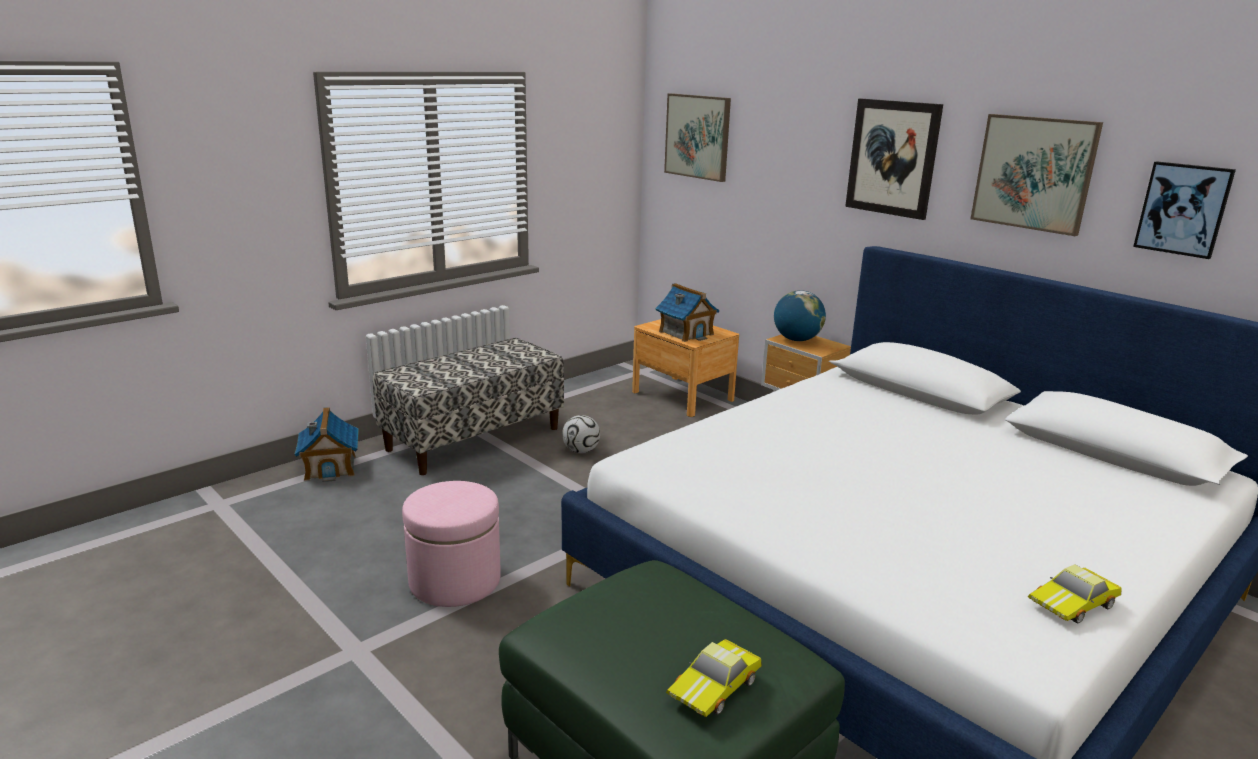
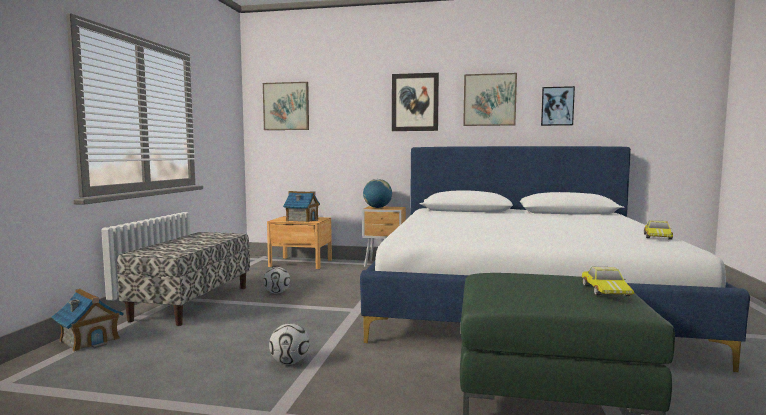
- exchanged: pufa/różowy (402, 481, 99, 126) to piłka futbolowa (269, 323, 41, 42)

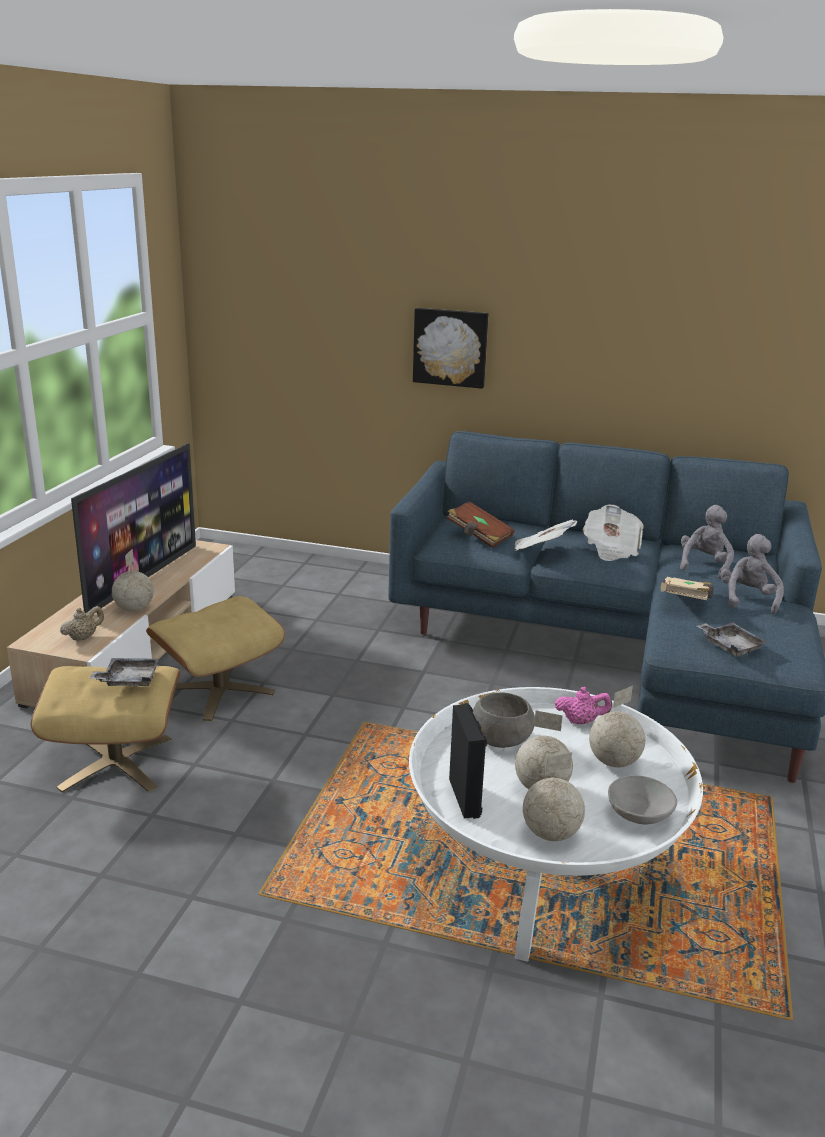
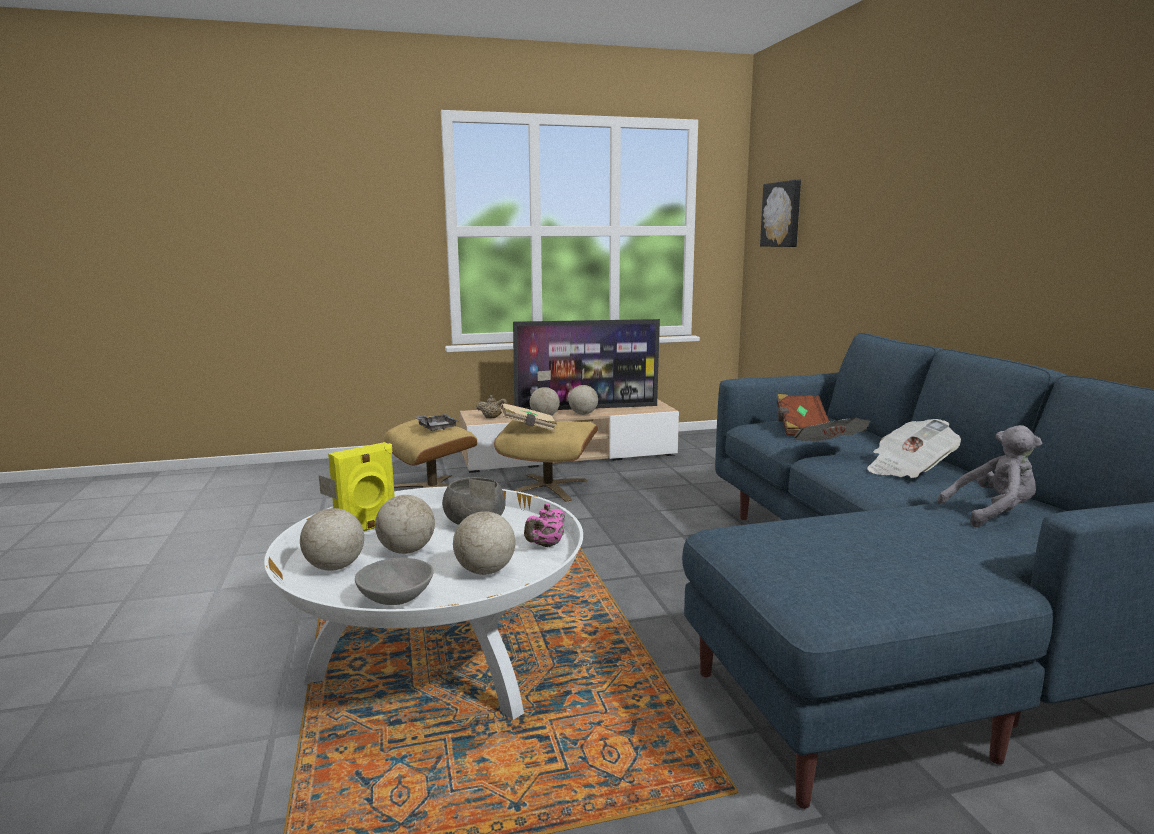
- relocated: obraz (413, 308, 75, 81) to (760, 180, 41, 67)
- colour: głośnik/czarny (449, 703, 38, 116) to głośnik/żółty (328, 442, 67, 89)
- spun: imbryk/różowy (555, 687, 57, 37) = (524, 504, 41, 43) 60 degrees clockwise
- relocated: książka/beżowy (660, 577, 54, 23) to (501, 403, 56, 28)
- missing: taca/szary (697, 622, 70, 35)
- missing: pluszak/szary (720, 534, 64, 80)
- appeared: globus (569, 369, 29, 46)

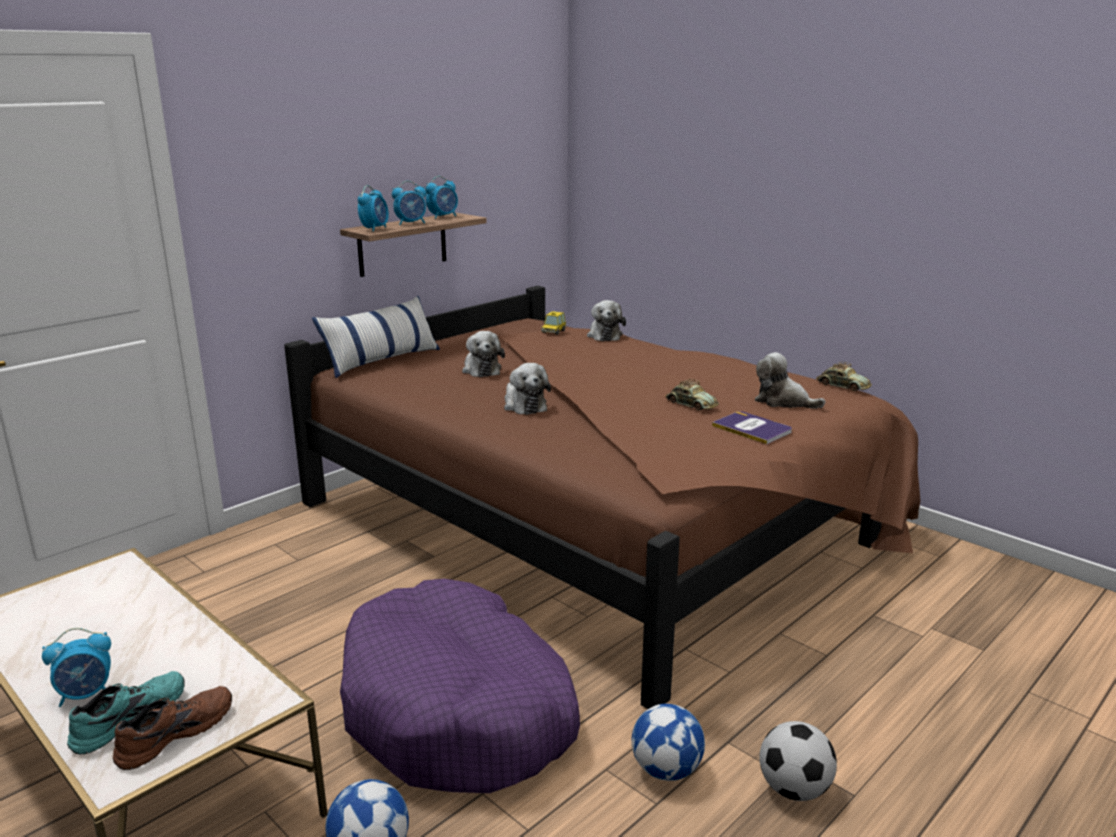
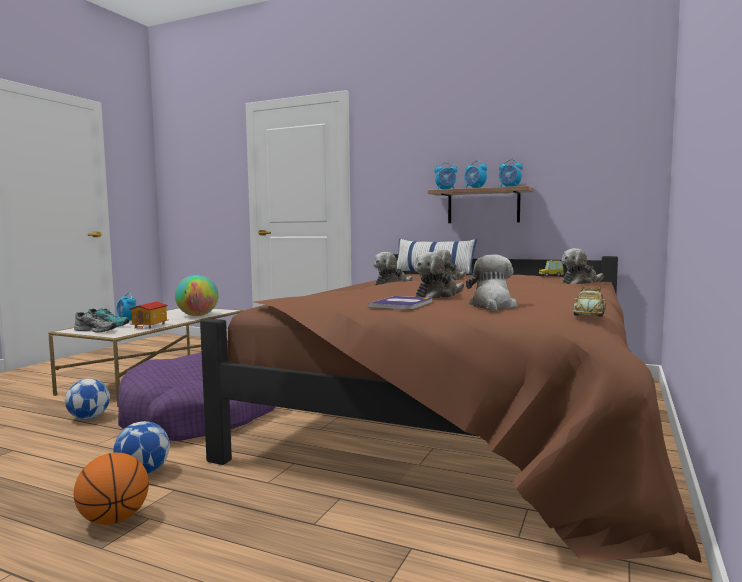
- colour: but/brązowy (113, 686, 119, 84) to but/szary (74, 312, 43, 21)
- exchanged: samochodzik (665, 379, 54, 31) to pluszak (414, 252, 50, 47)
- exchanged: piłka futbolowa (760, 721, 77, 80) to piłka do koszykówki (74, 453, 75, 72)
- appeared: domek (129, 301, 40, 28)
- appeared: globus (175, 275, 43, 41)

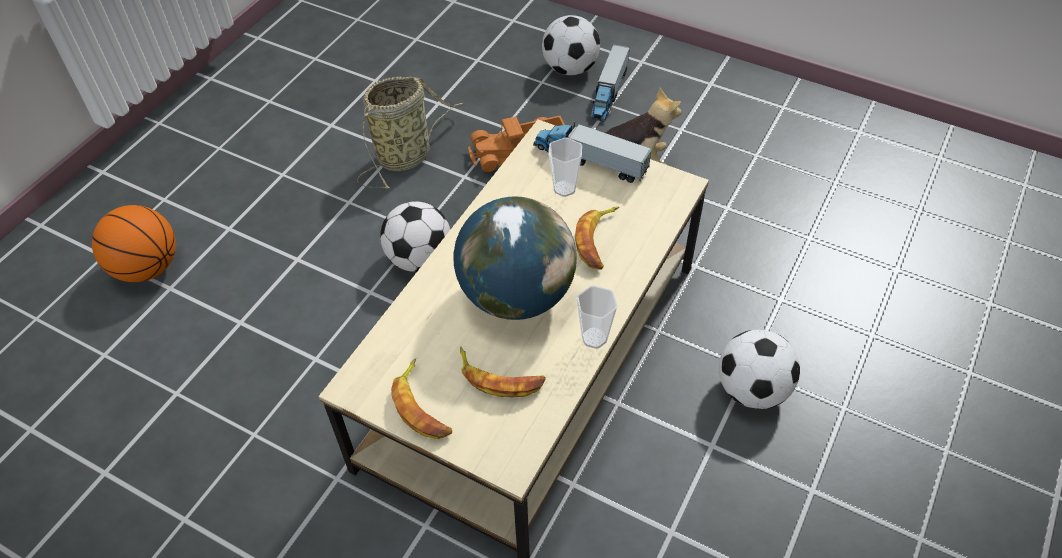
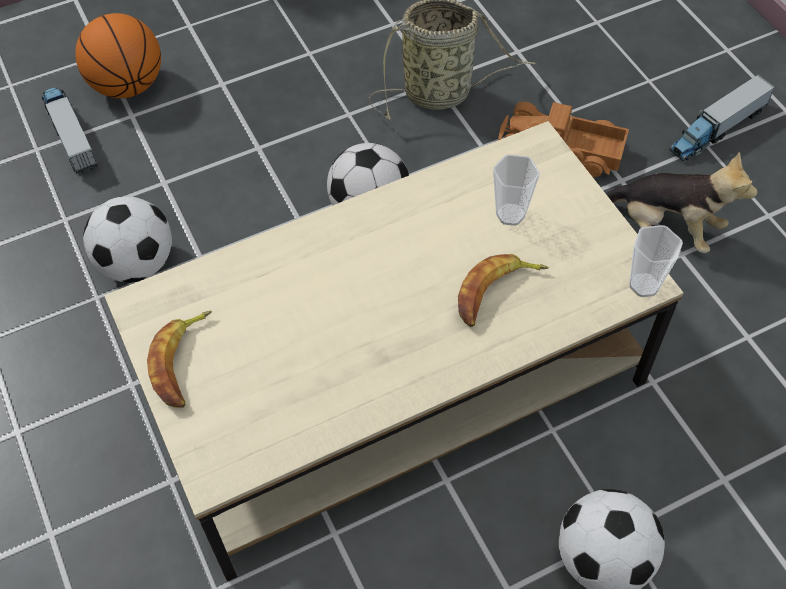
- missing: globus (453, 196, 124, 124)
- missing: banan (460, 347, 86, 51)
- relocated: ciężarówka zabawkowa (533, 121, 119, 62) to (42, 87, 56, 87)
- relocated: piłka futbolowa (542, 15, 58, 60) to (83, 196, 89, 87)
- relocated: filiżanka (576, 285, 42, 64) to (629, 225, 54, 72)

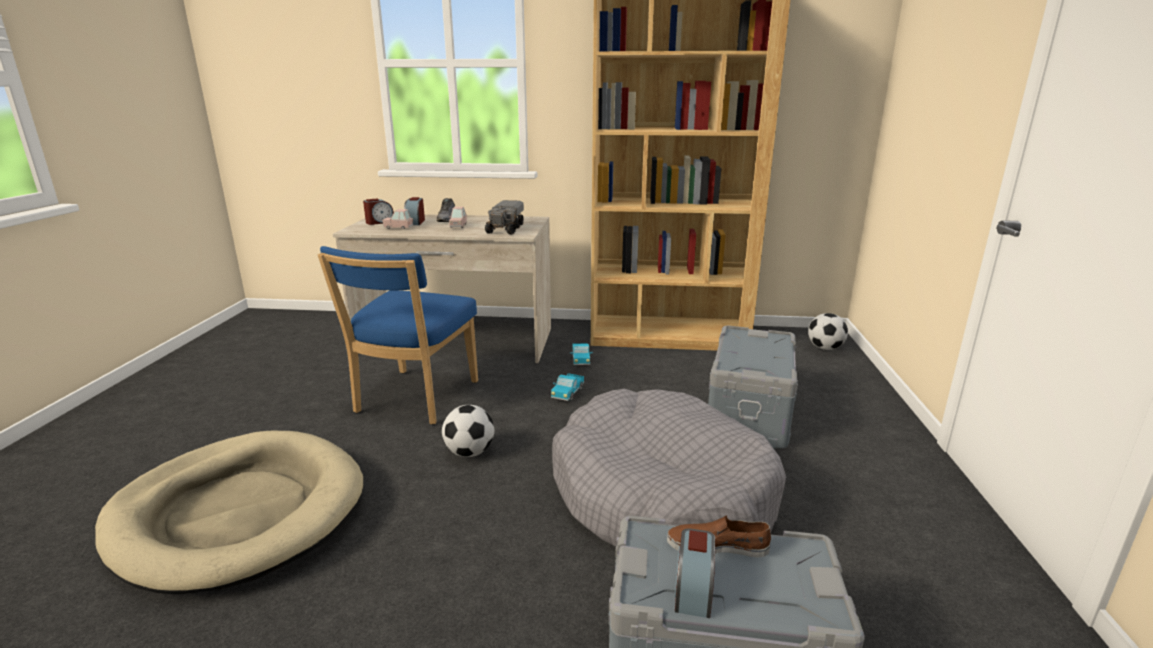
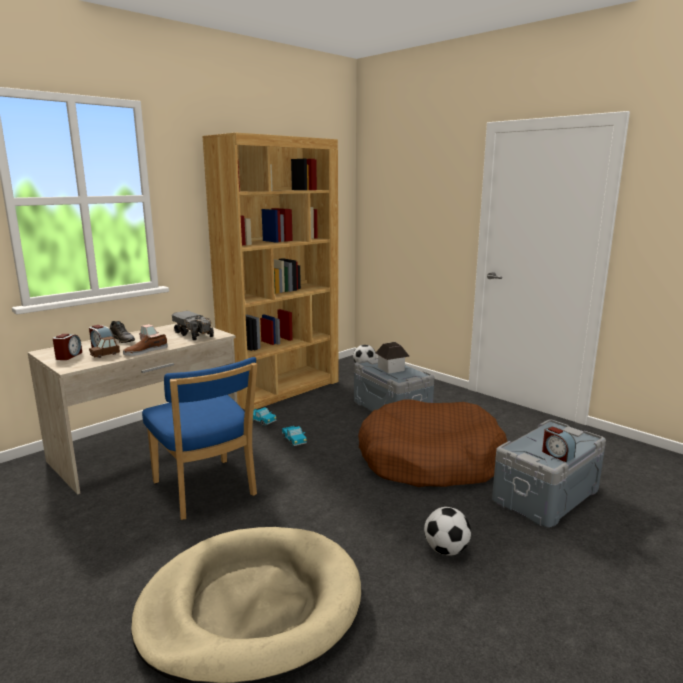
- colour: samochodzik/różowy (382, 209, 31, 20) to samochodzik/brązowy (89, 336, 31, 22)
- relocated: piłka futbolowa (442, 405, 52, 52) to (424, 507, 47, 49)
- colour: legowisko/szary (552, 389, 234, 157) to legowisko/brązowy (358, 400, 149, 87)
- relocated: but/brązowy (667, 516, 104, 41) to (123, 334, 45, 22)
- appeared: domek (375, 342, 34, 32)

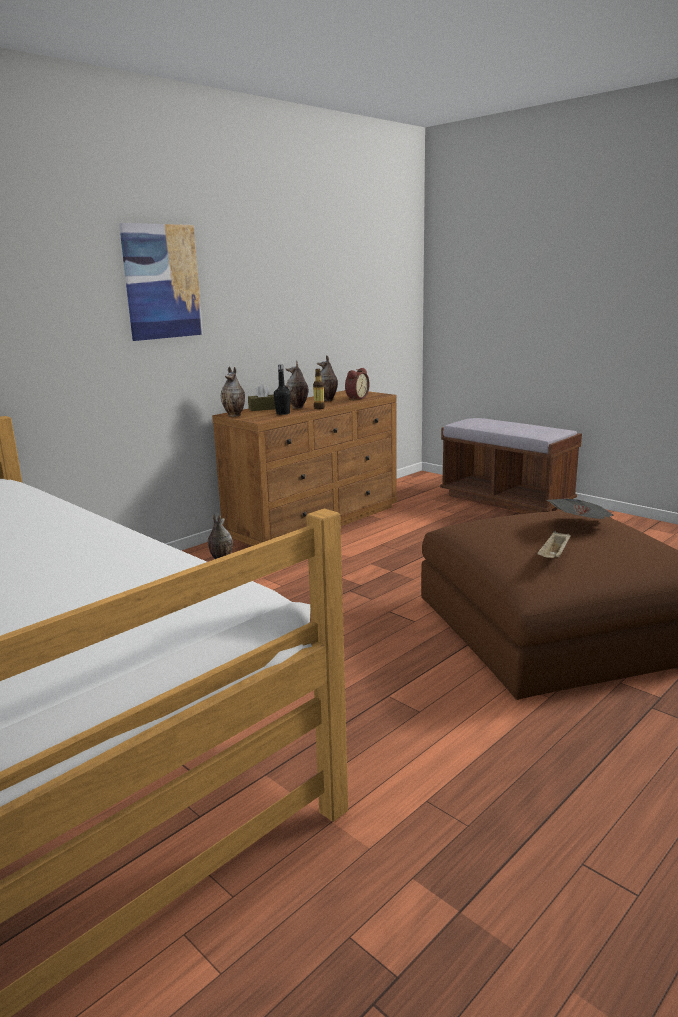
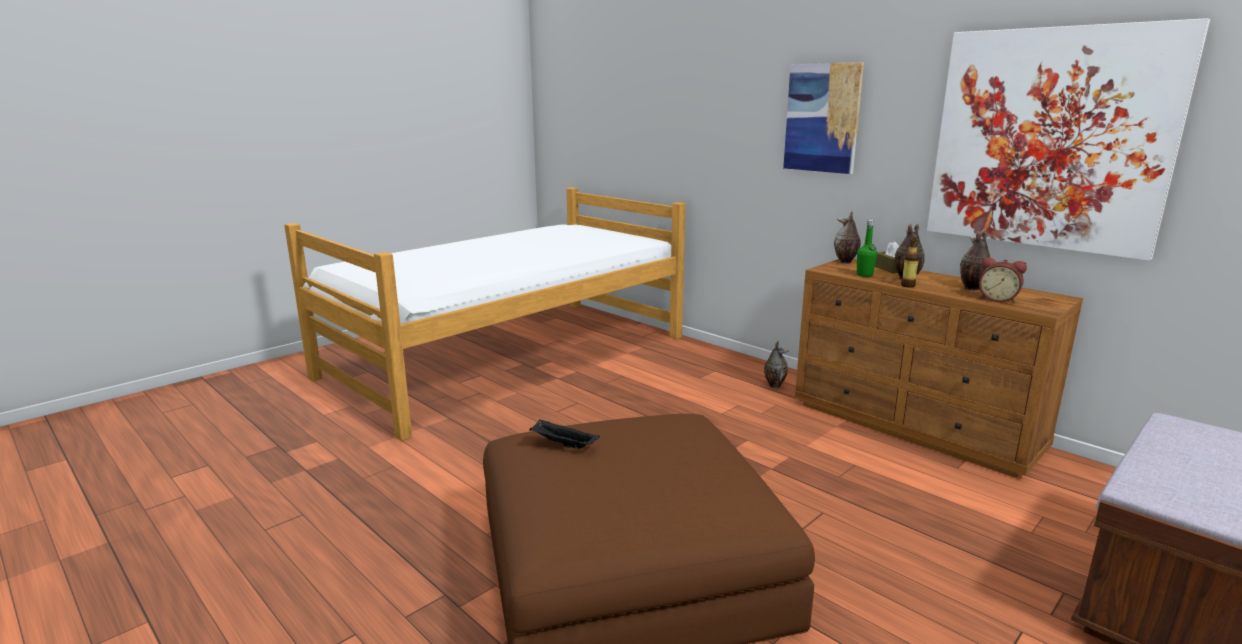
- colour: butelka/czarny (274, 364, 17, 51) to butelka/zielony (857, 220, 20, 57)
- colour: taca/beżowy (537, 531, 34, 27) to taca/czarny (529, 419, 71, 30)
- missing: gazeta (546, 499, 68, 20)
- appeared: obraz (927, 18, 283, 243)

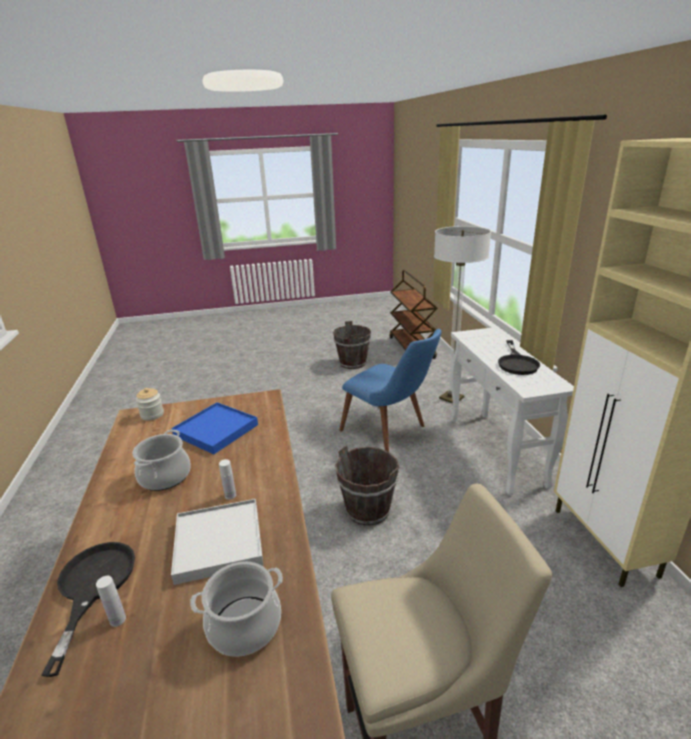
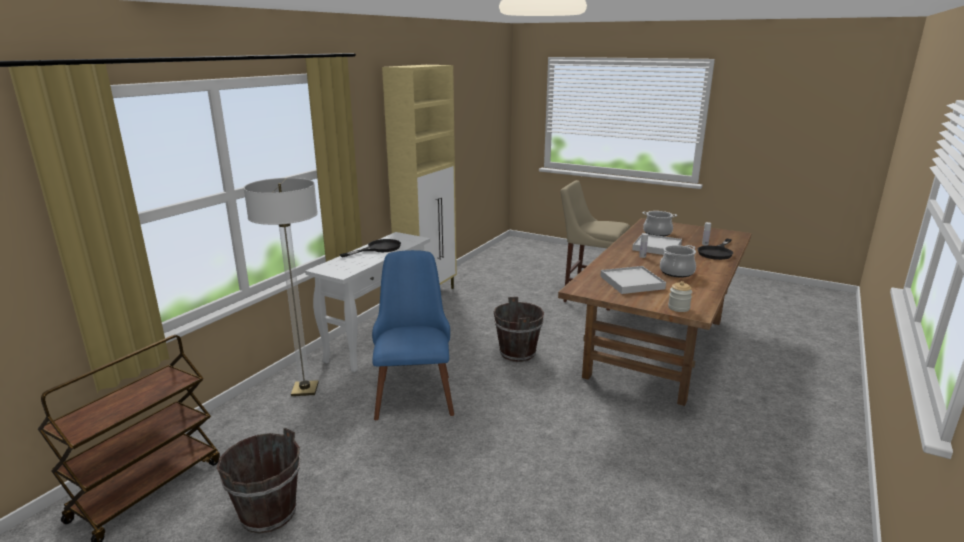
- colour: taca/niebieski (172, 402, 86, 52) to taca/biały (600, 266, 66, 28)

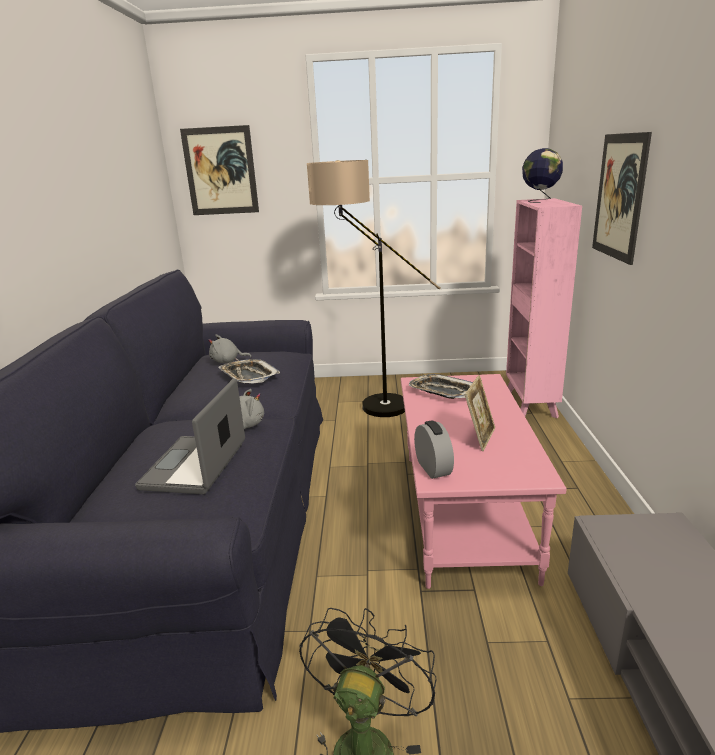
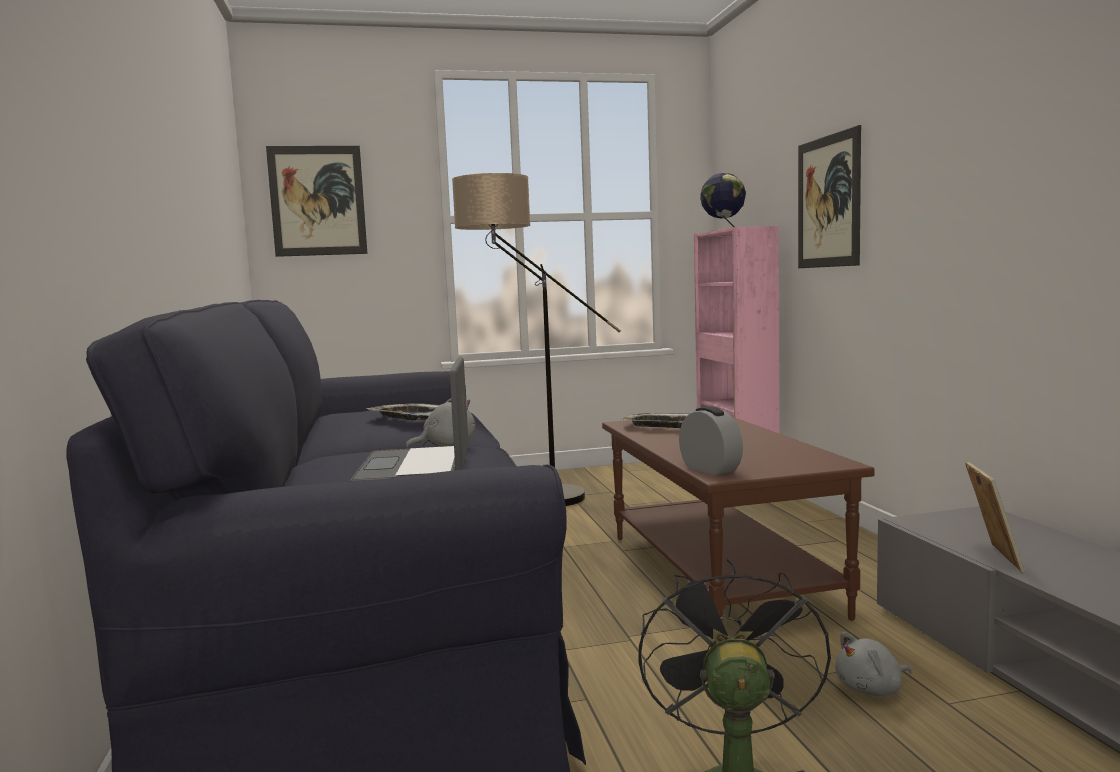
- relocated: pluszak/szary (208, 335, 44, 28) to (835, 632, 77, 64)
- colour: ława/różowy (401, 374, 166, 215) to ława/brązowy (602, 416, 273, 205)
- relocated: ramka na zdjęcie (465, 375, 30, 76) to (965, 461, 60, 112)

